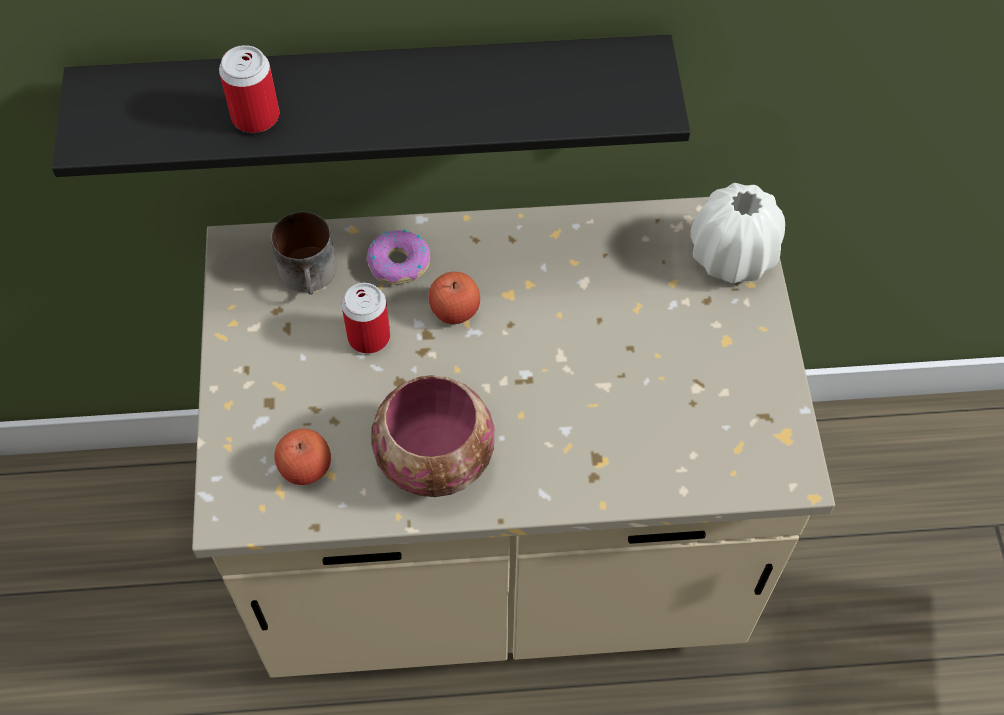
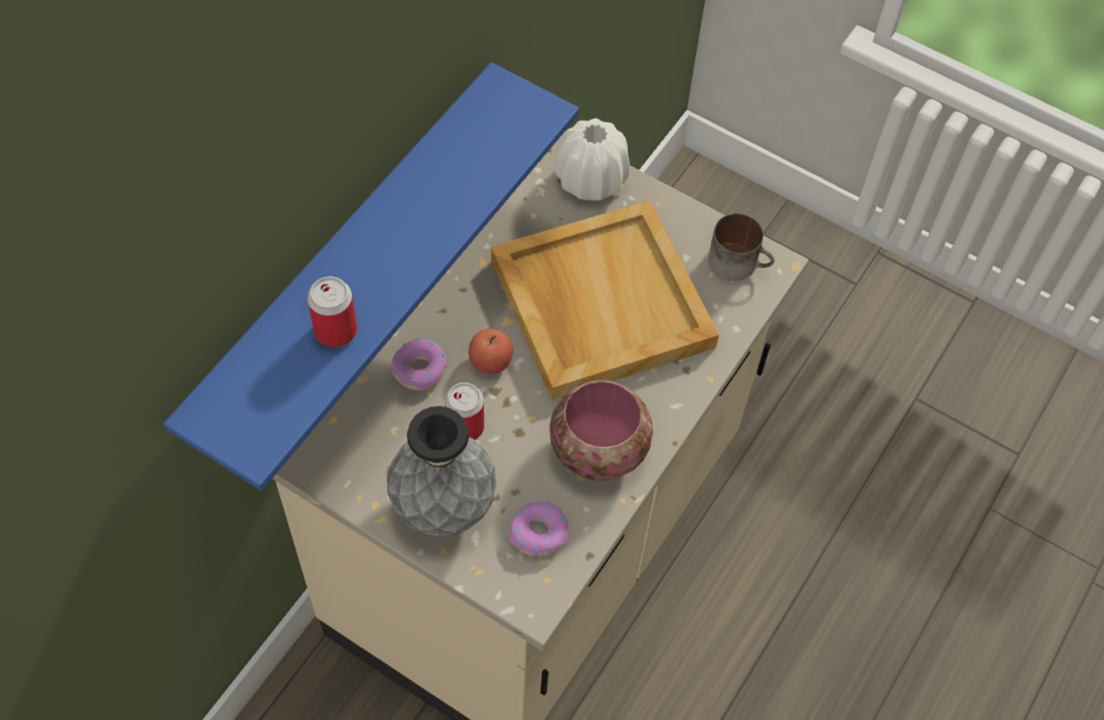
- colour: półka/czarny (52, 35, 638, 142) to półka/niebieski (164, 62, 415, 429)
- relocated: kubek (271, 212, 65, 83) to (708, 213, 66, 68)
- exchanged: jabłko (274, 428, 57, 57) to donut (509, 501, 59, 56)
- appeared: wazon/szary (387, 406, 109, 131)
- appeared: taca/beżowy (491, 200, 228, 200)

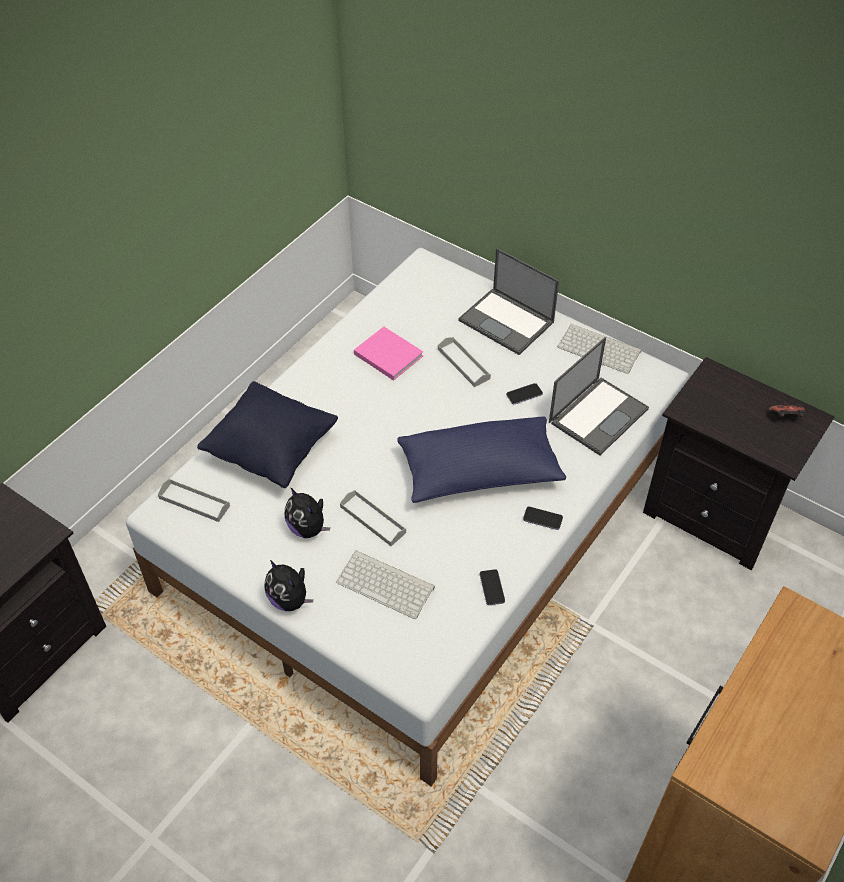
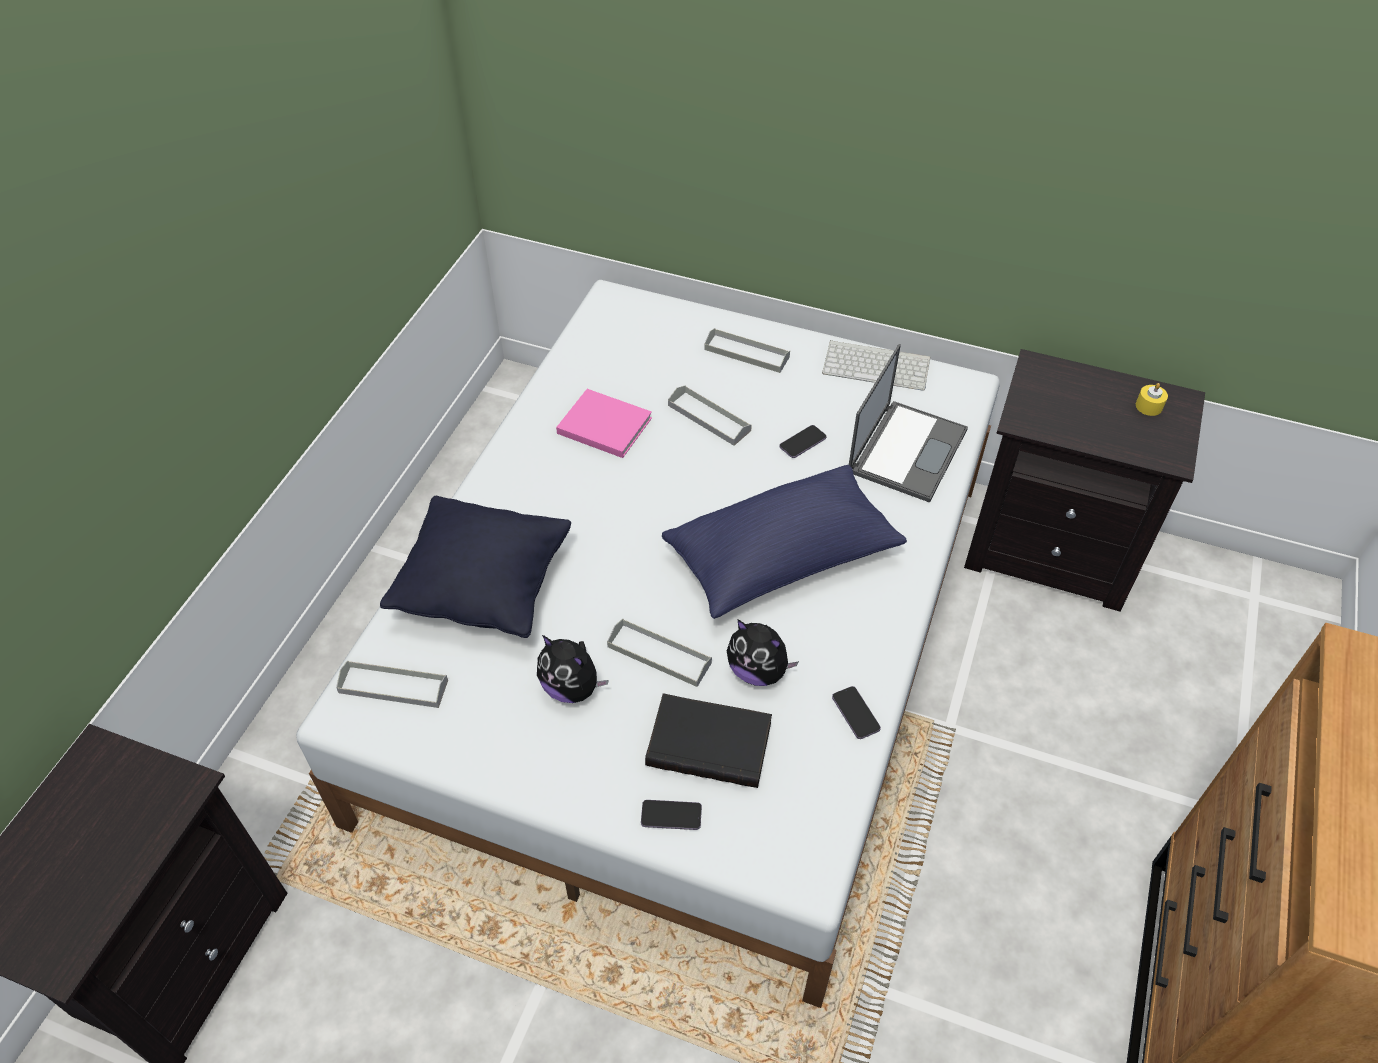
- relocated: pluszak (265, 560, 48, 51) to (727, 619, 72, 67)
- exchanged: klawiatura (336, 550, 99, 69) to książka/czarny (645, 693, 127, 95)
- exchanged: laptop (458, 248, 101, 107) to taca/szary (704, 328, 86, 45)
- relocated: telefon (523, 507, 40, 23) to (641, 800, 61, 30)
- exchanged: pad do gier (768, 402, 37, 15) to świeca/żółty (1136, 383, 32, 33)

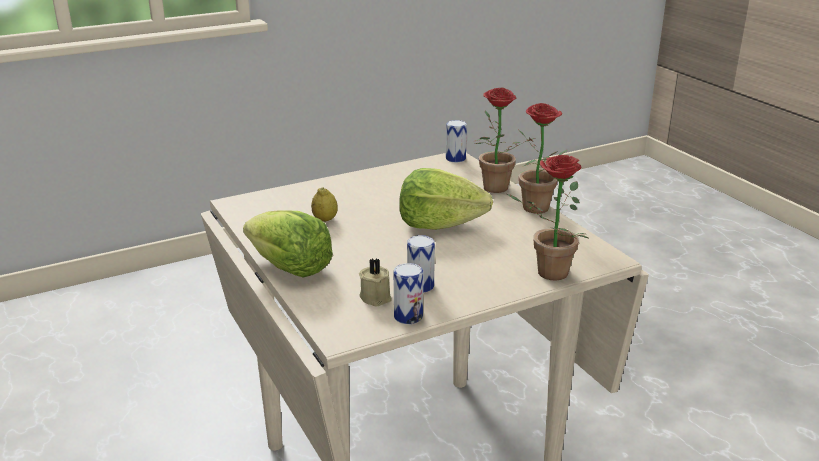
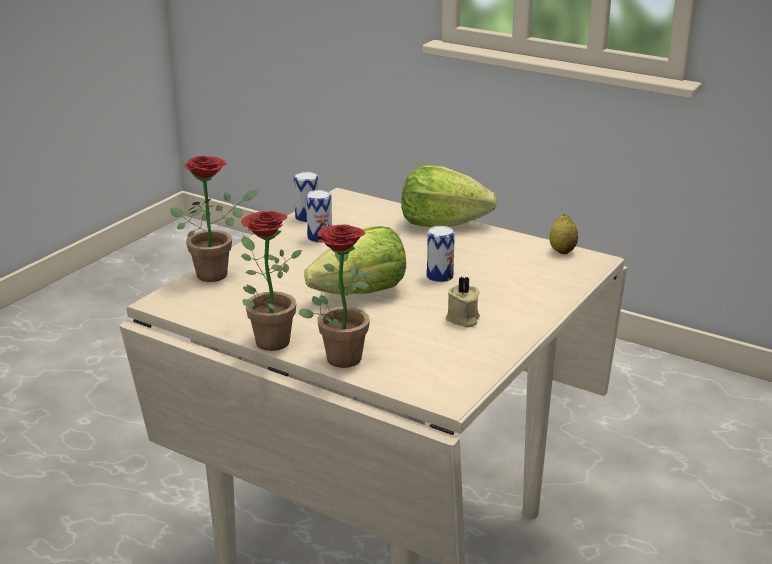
- relocated: cytryna (311, 187, 27, 35) to (549, 214, 29, 40)
- relocated: świeca/beżowy (359, 258, 33, 48) to (446, 277, 34, 51)
- relocated: puszka (446, 120, 21, 42) to (427, 226, 28, 56)

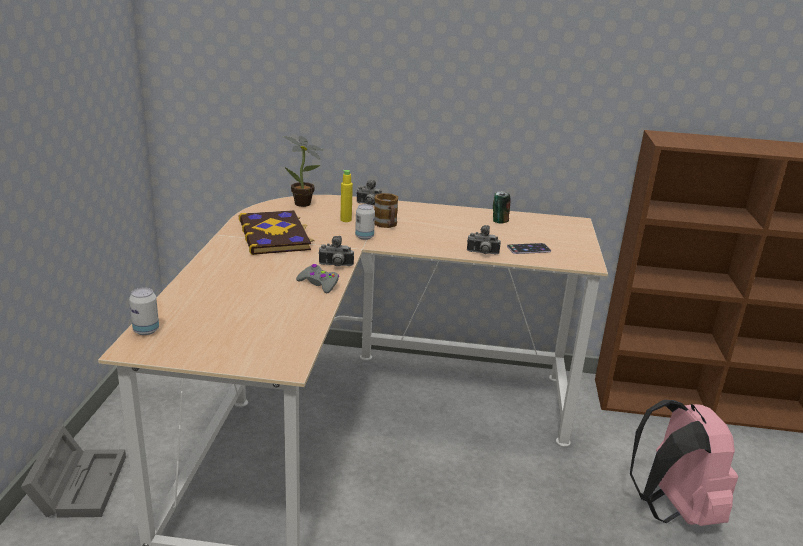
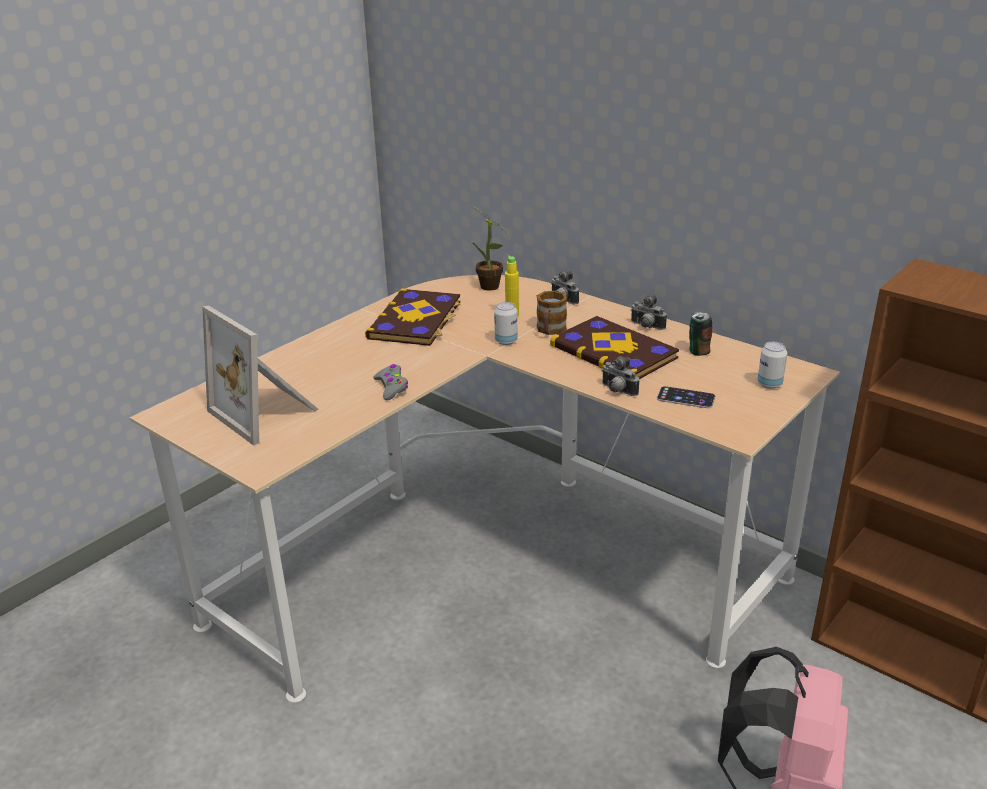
- missing: pojemnik do przechowywania/szary (21, 425, 105, 92)
- relocated: puszka (129, 287, 30, 48) to (757, 342, 30, 47)
- relocated: aparat fotograficzny (318, 236, 36, 30) to (631, 295, 36, 35)
- appeared: ramka na zdjęcie (202, 305, 117, 141)
- appeared: książka (550, 316, 129, 63)

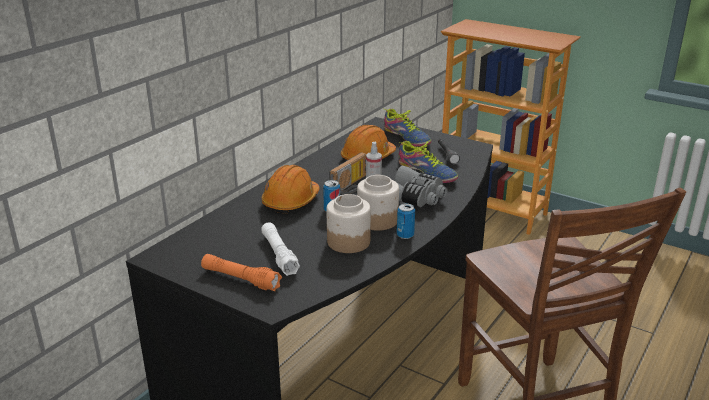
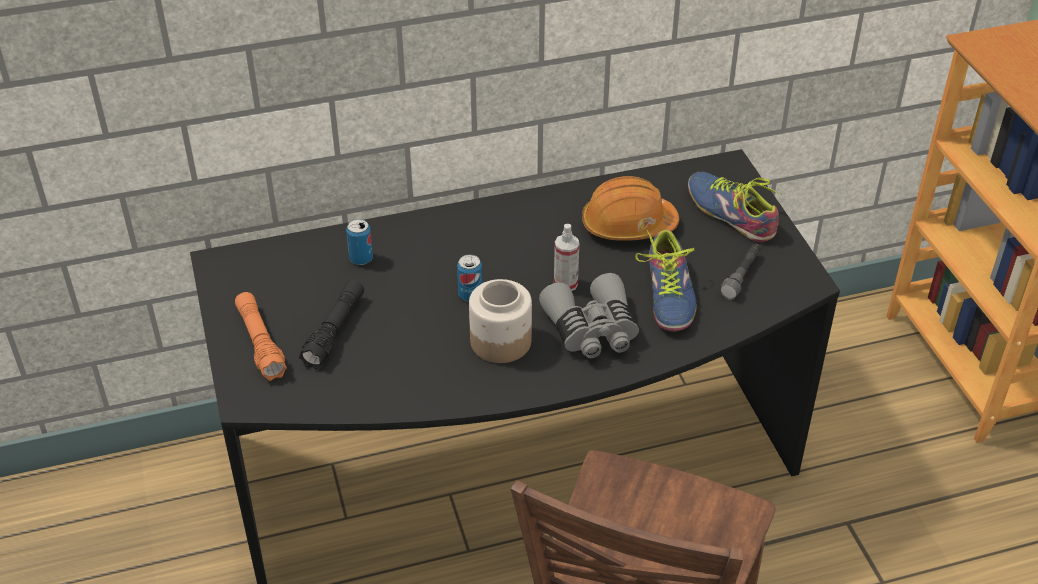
- colour: latarka/biały (261, 222, 39, 54) to latarka/czarny (299, 280, 65, 89)
- missing: kask/pomarańczowy (262, 165, 58, 48)
- missing: słoik (326, 194, 45, 59)
- missing: radio (329, 152, 38, 42)
- spun: but (384, 109, 47, 38) = (688, 172, 93, 70) 135 degrees clockwise
- relocated: puszka (397, 203, 18, 36) to (346, 219, 27, 46)

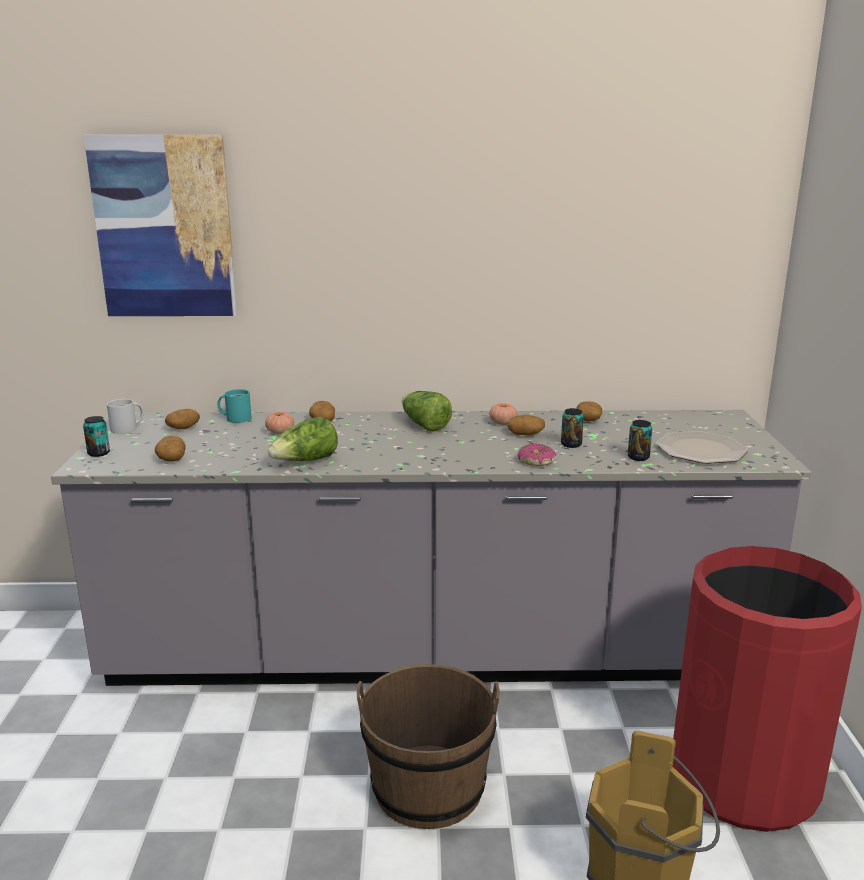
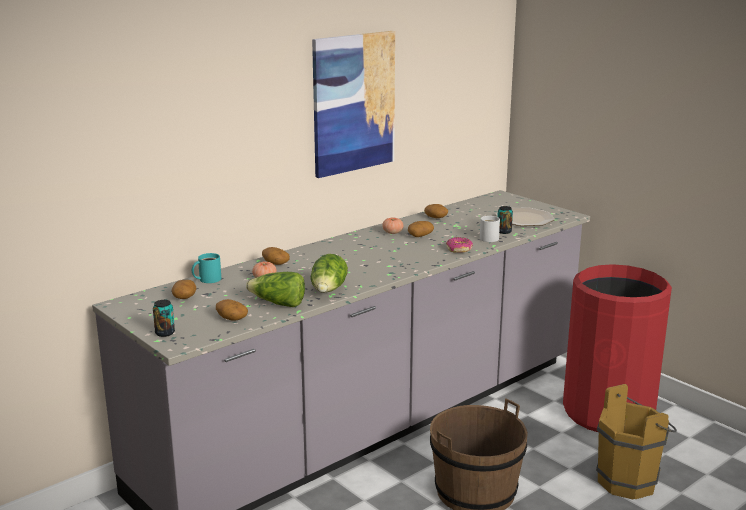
- relocated: obraz (84, 135, 154, 181) to (312, 31, 83, 147)
- relocated: kubek/biały (107, 399, 37, 35) to (480, 216, 20, 26)
- relocated: sałata (402, 391, 50, 41) to (246, 272, 59, 35)
- missing: puszka (561, 408, 23, 40)

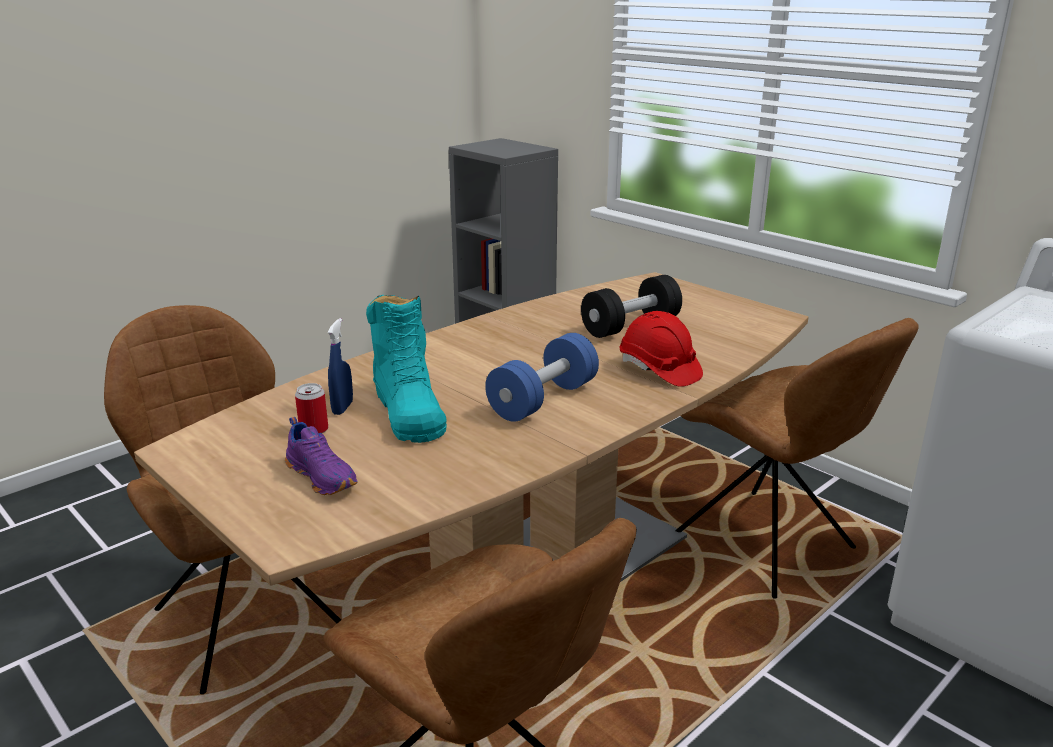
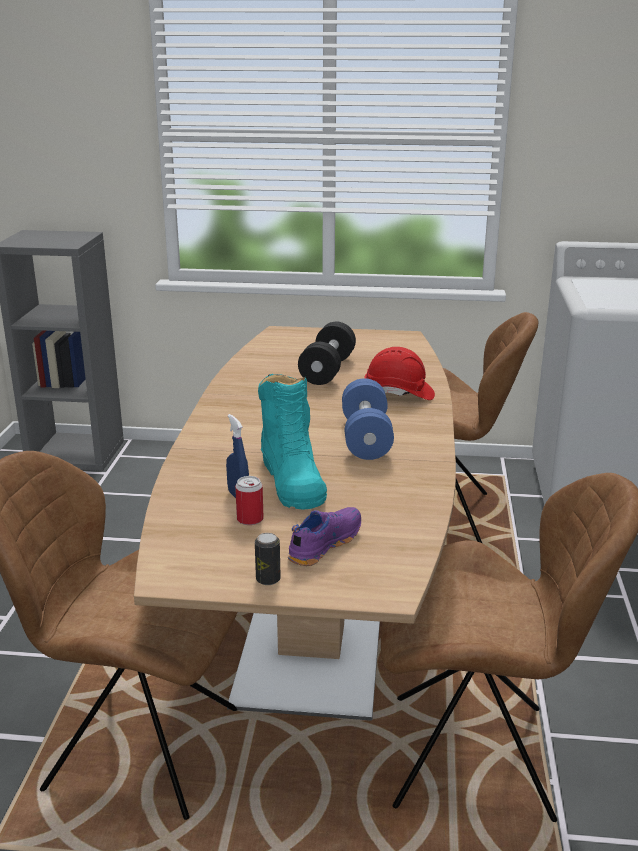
- spun: but/fioletowy (285, 417, 73, 78) = (288, 507, 73, 59) 60 degrees counterclockwise
- spun: but z cholewką/turkusowy (366, 295, 81, 148) = (258, 374, 69, 136) 45 degrees clockwise
- appeared: puszka (255, 533, 26, 52)

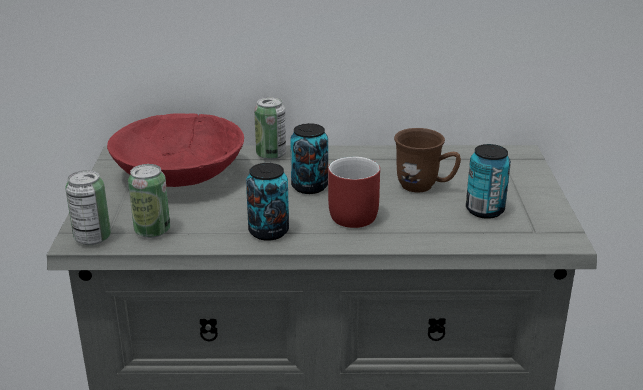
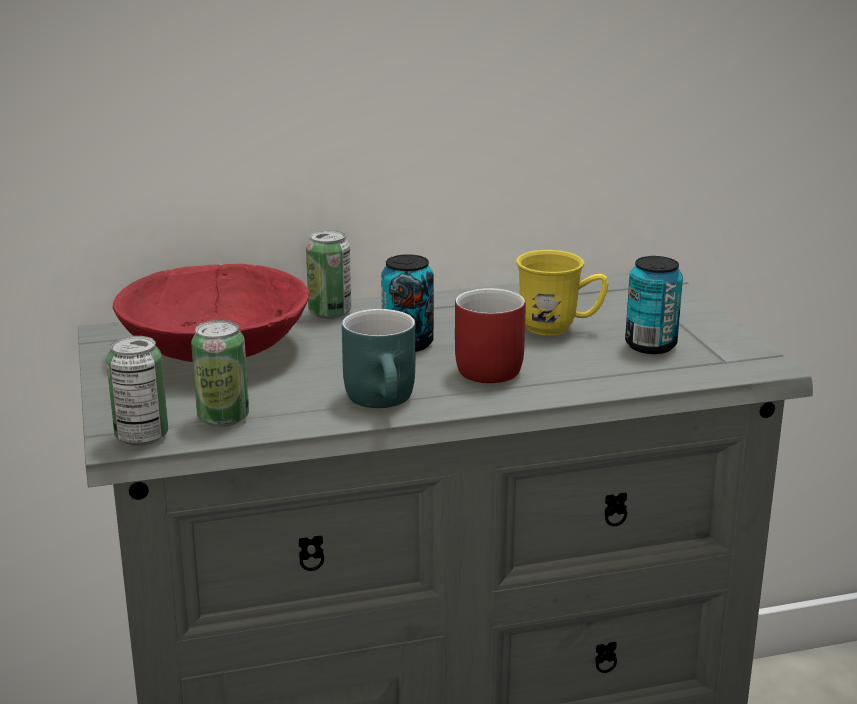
- exchanged: puszka (246, 163, 43, 78) to kubek/turkusowy (342, 309, 73, 99)
- colour: kubek/brązowy (394, 128, 67, 64) to kubek/żółty (516, 250, 93, 85)

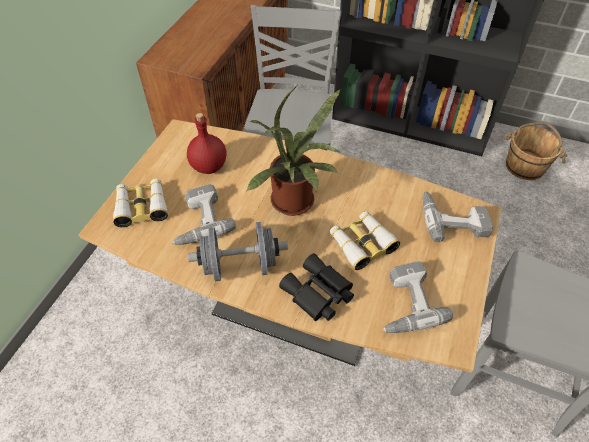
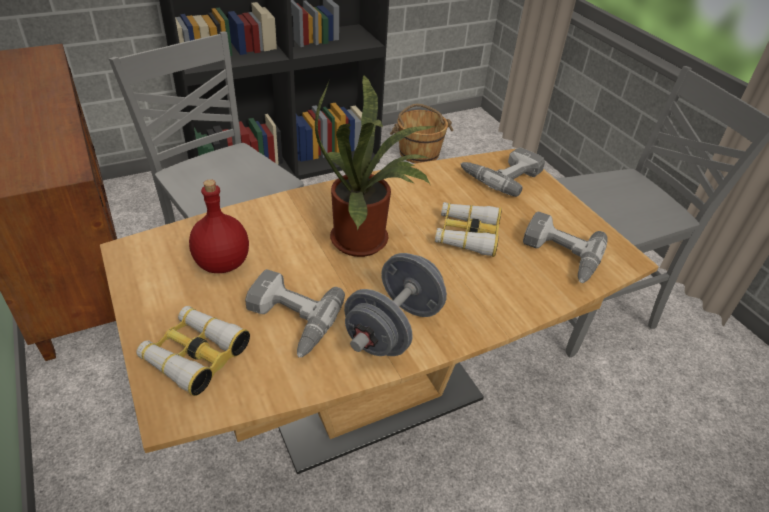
- missing: lornetka/czarny (279, 253, 75, 68)

